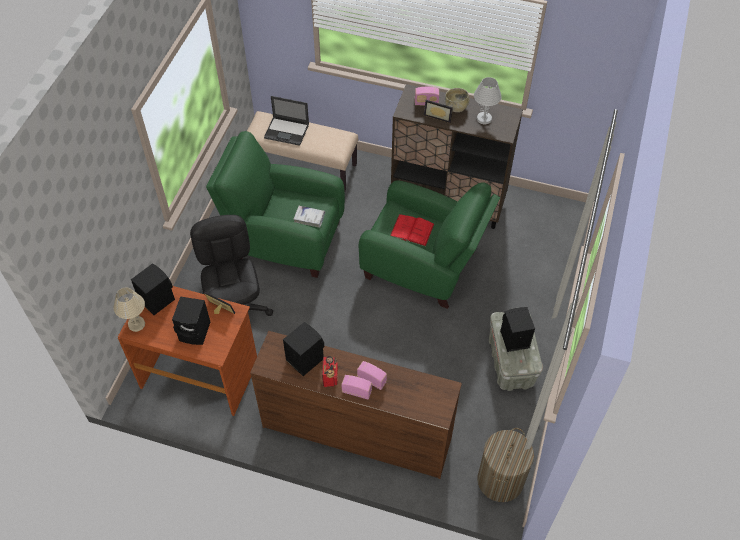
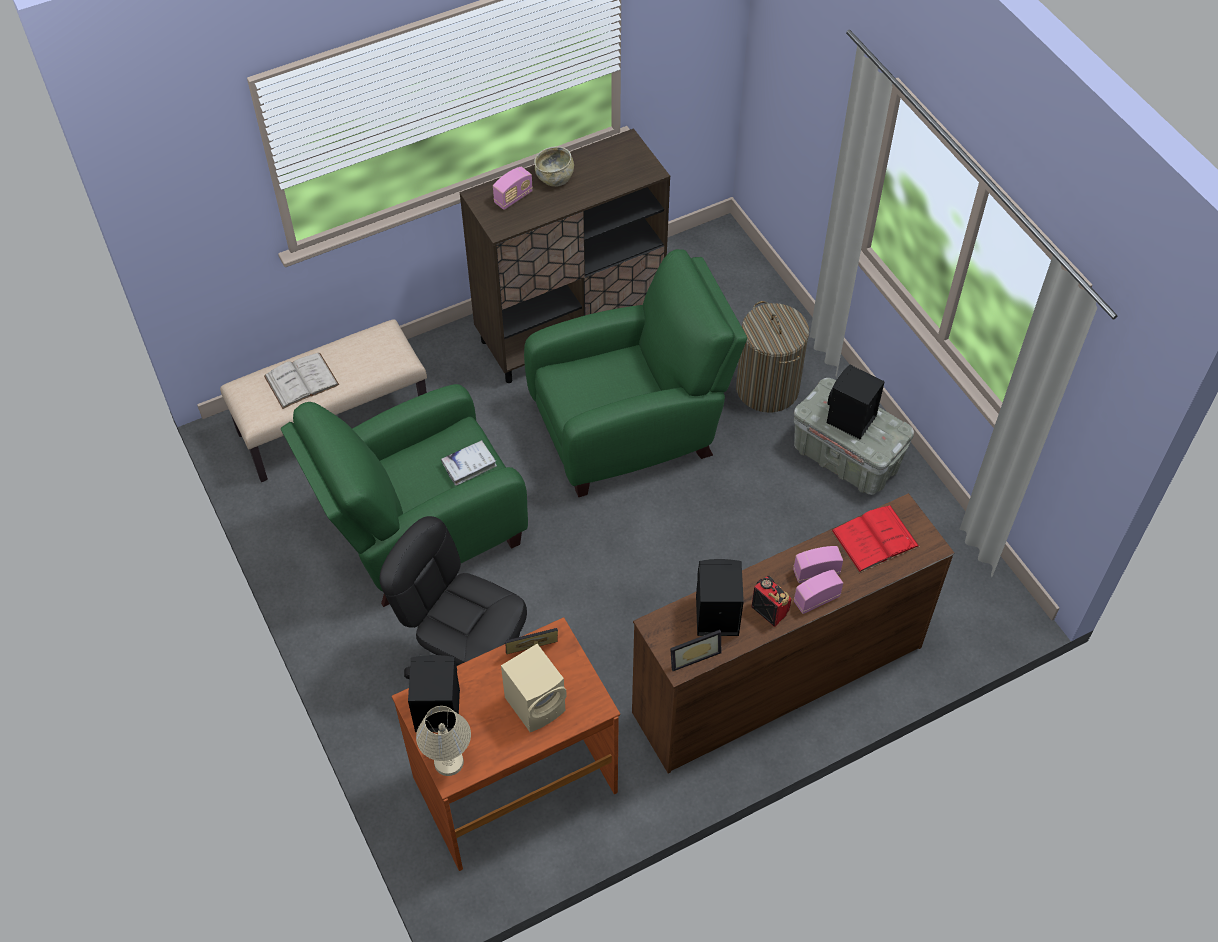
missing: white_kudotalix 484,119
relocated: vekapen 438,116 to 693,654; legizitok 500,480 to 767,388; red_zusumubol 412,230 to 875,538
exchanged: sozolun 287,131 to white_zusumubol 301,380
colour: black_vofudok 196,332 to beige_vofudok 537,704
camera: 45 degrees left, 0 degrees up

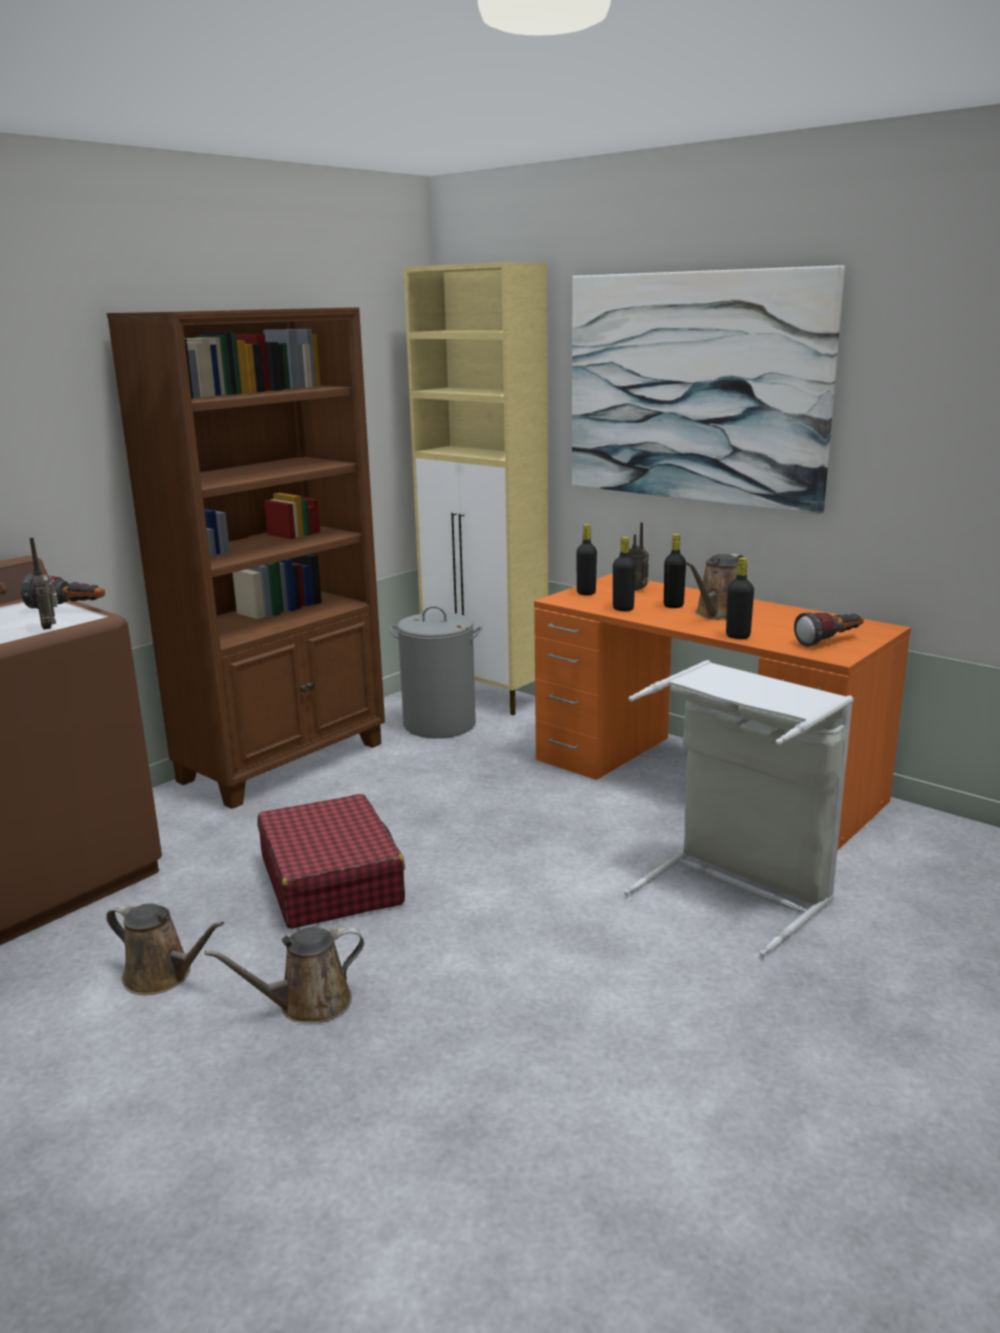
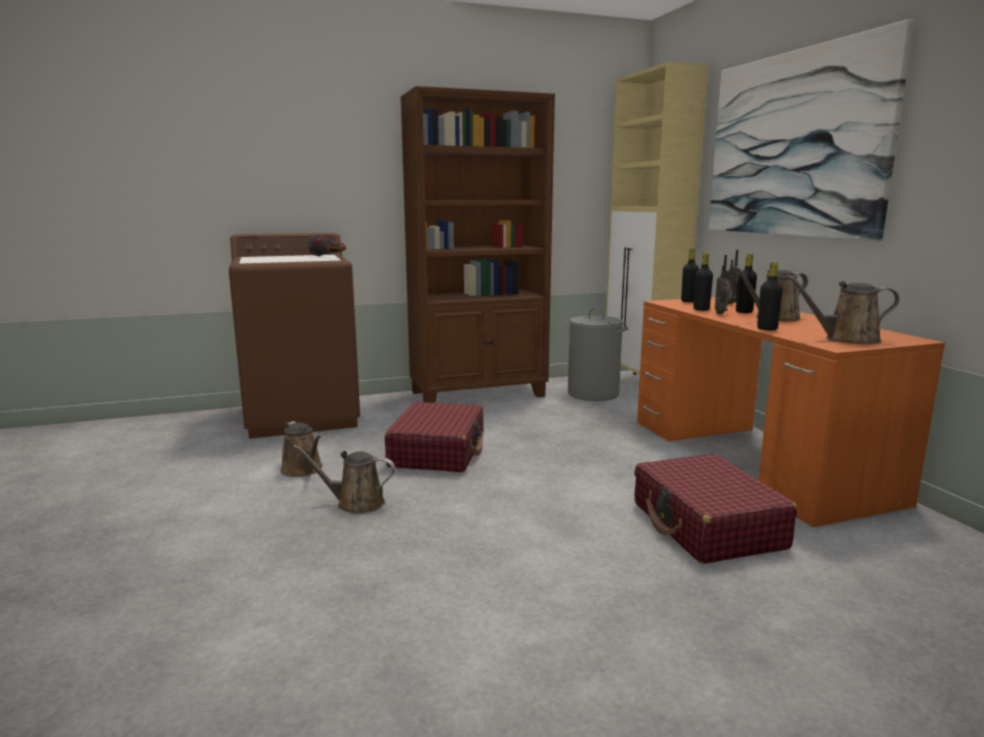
relocated: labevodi 51,627 to 721,313
exchanged: grey_legizitok 738,890 to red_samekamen 707,525; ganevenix 830,641 to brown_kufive 846,339
camera: 30 degrees right, 5 degrees down

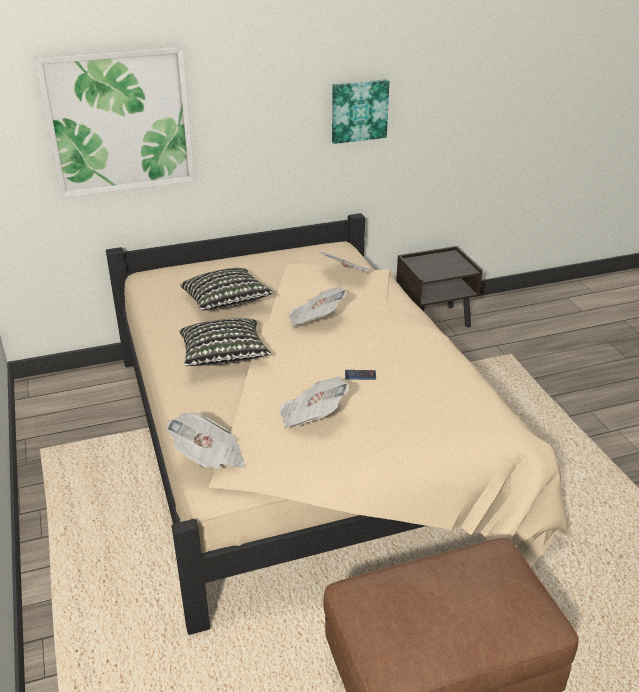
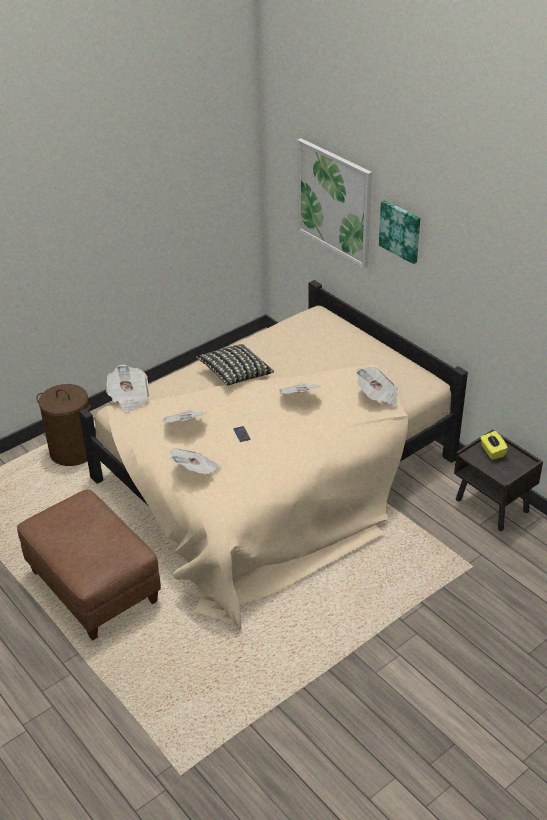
missing: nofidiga 226,303
appeared: brown_legizitok 72,451; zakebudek 196,471; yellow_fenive 492,452
relocated: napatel 359,110 to 401,231
camera: 70 degrees right, 5 degrees up

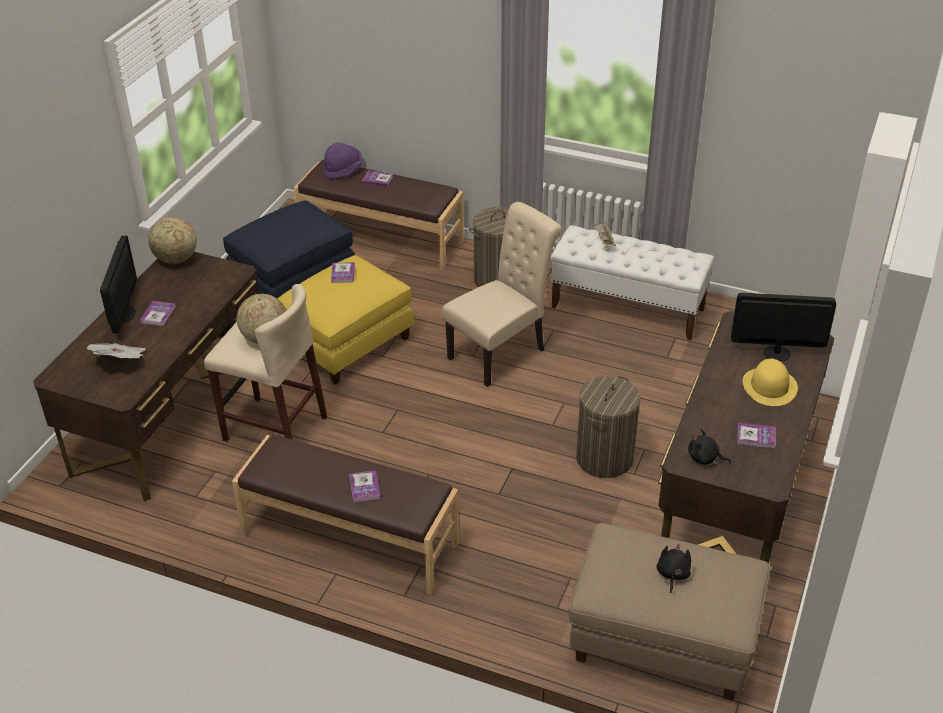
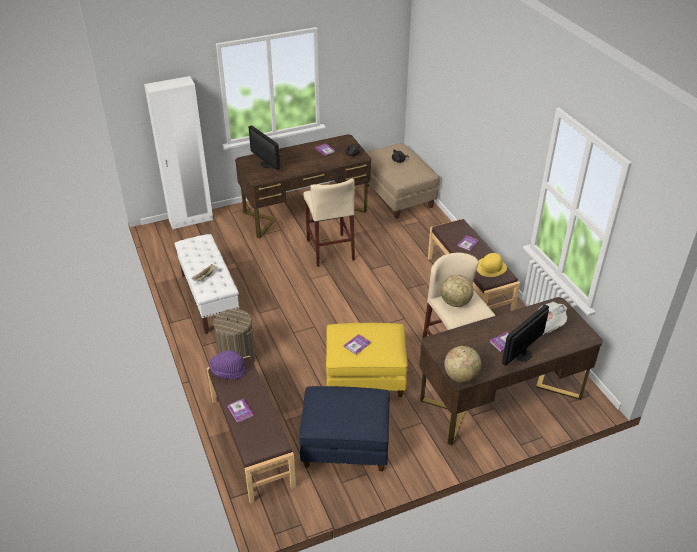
missing: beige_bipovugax 501,352
relocated: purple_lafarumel 343,171 to 228,371; yellow_lafarumel 769,386 to 491,267
exchanged: legizitok 604,458 to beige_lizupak 330,250
camera: 135 degrees left, 0 degrees up

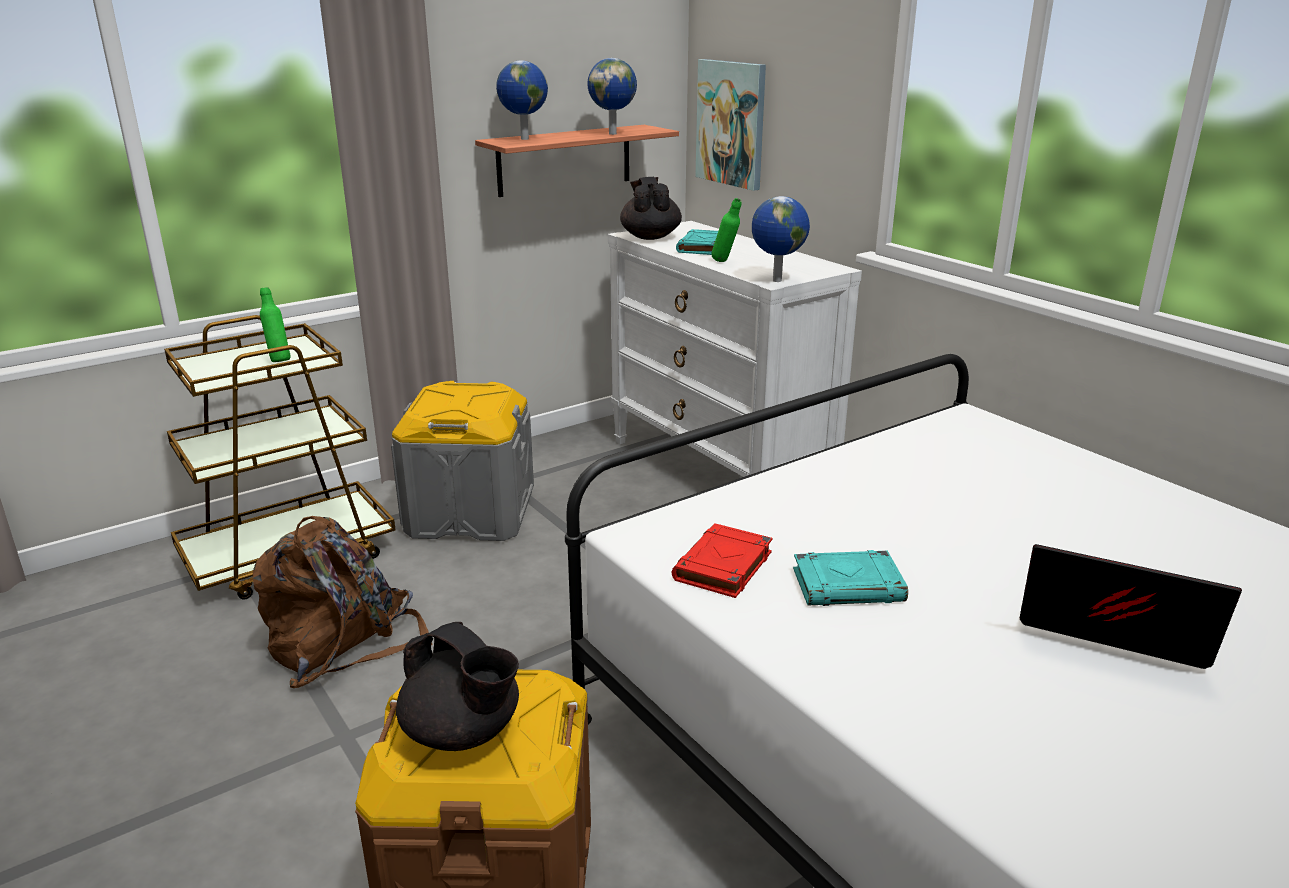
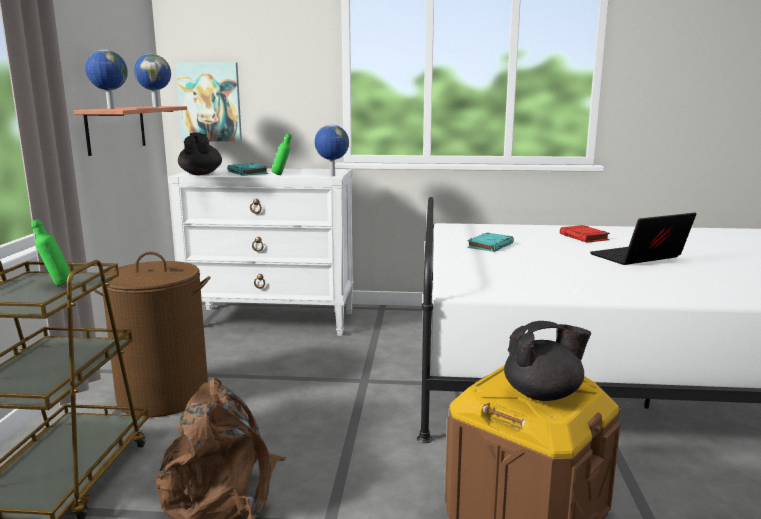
relocated: turquoise_zusumubol 849,585 to 490,245; red_zusumubol 723,567 to 584,237
exchanged: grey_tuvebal 470,513 to brown_legizitok 162,396
spun: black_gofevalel 650,237 = 201,174 45 degrees clockwise
camera: 50 degrees left, 10 degrees down

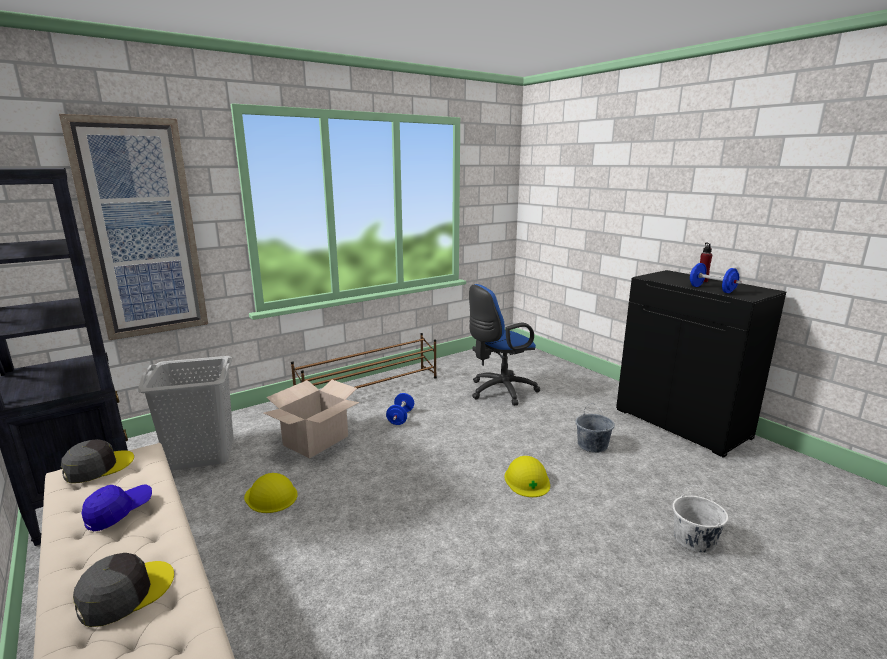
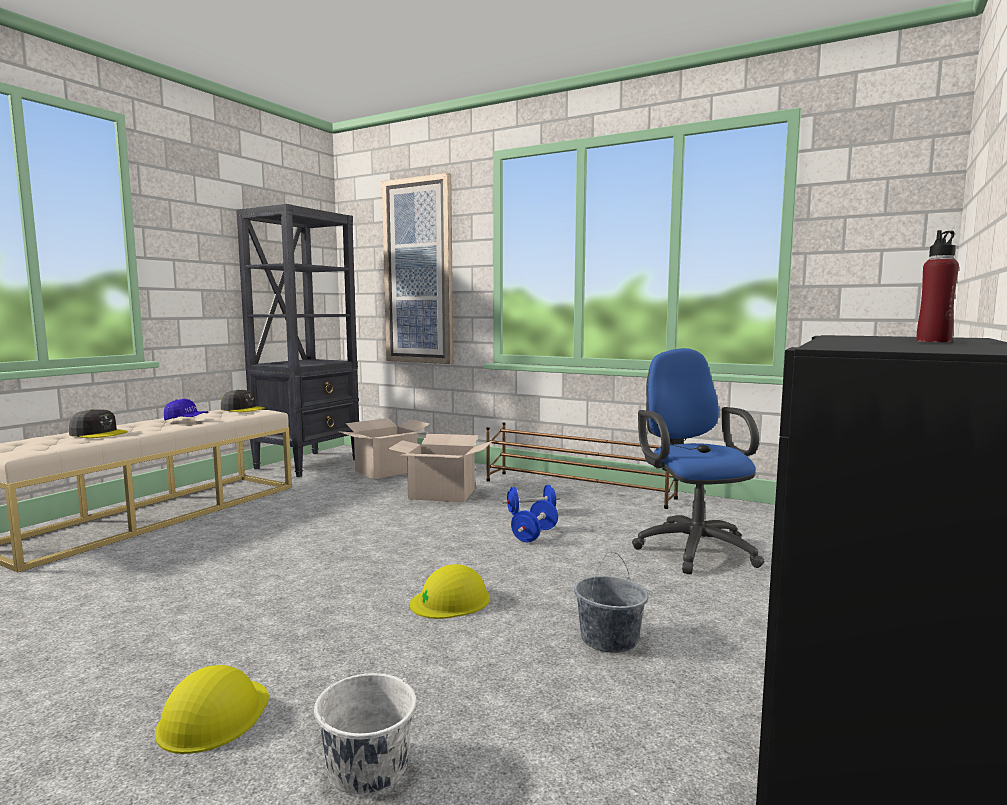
relocated: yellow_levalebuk 271,496 to 213,715; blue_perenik 711,289 to 534,535
exchanged: grey_legizitok 201,453 to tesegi 386,470
spun: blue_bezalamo 499,391 = 692,548 45 degrees clockwise
camera: 65 degrees right, 10 degrees down

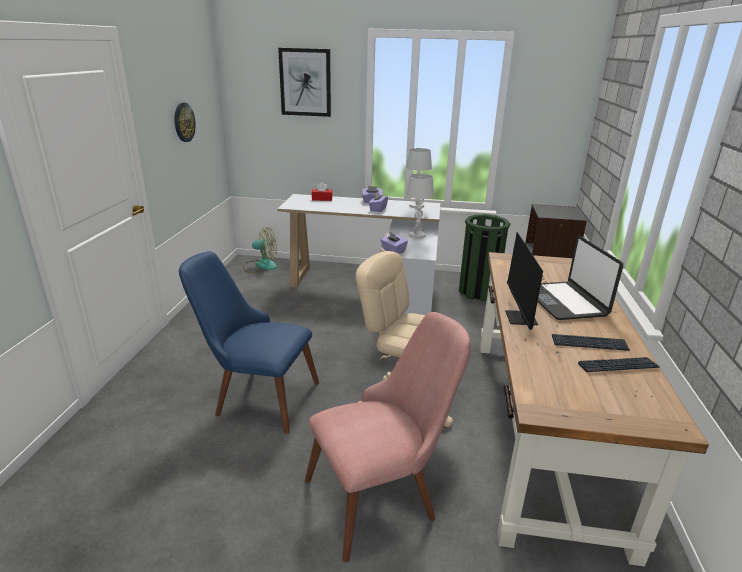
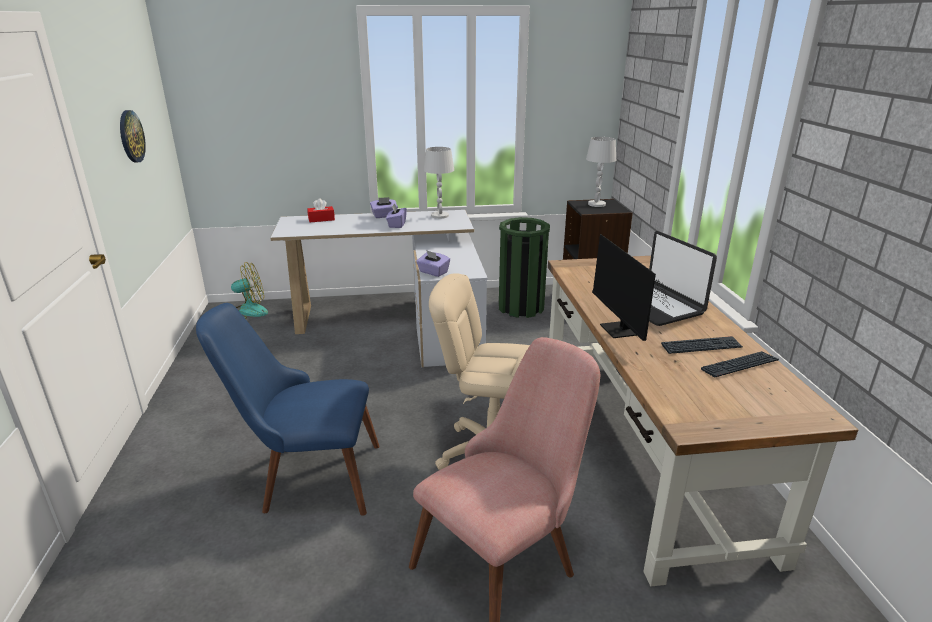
missing: napatel 305,82
relocated: white_kudotalix 417,235 to 596,204
camera: 15 degrees left, 0 degrees up

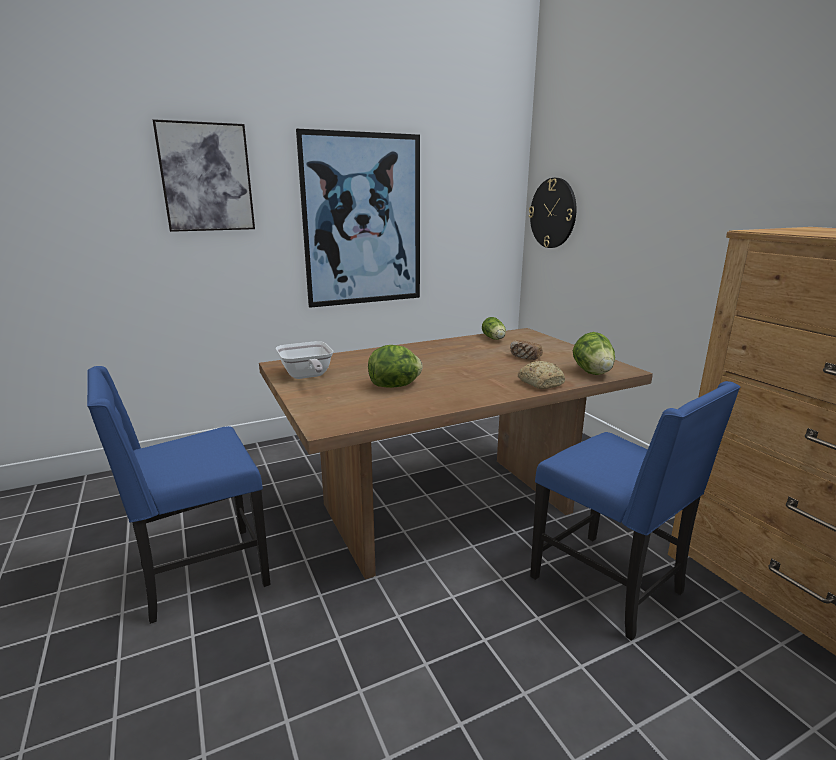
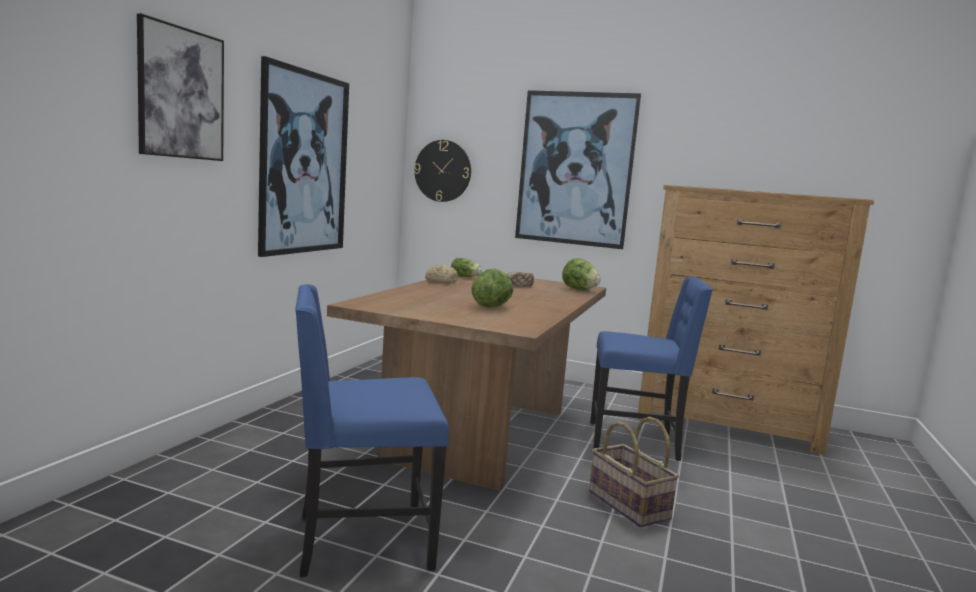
missing: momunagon 307,376
appeared: napatel 575,169; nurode 627,505
relocated: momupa 540,383 to 440,281
spun: blue_bipovugax 200,575 = 360,541 60 degrees clockwise
camera: 45 degrees left, 10 degrees down

